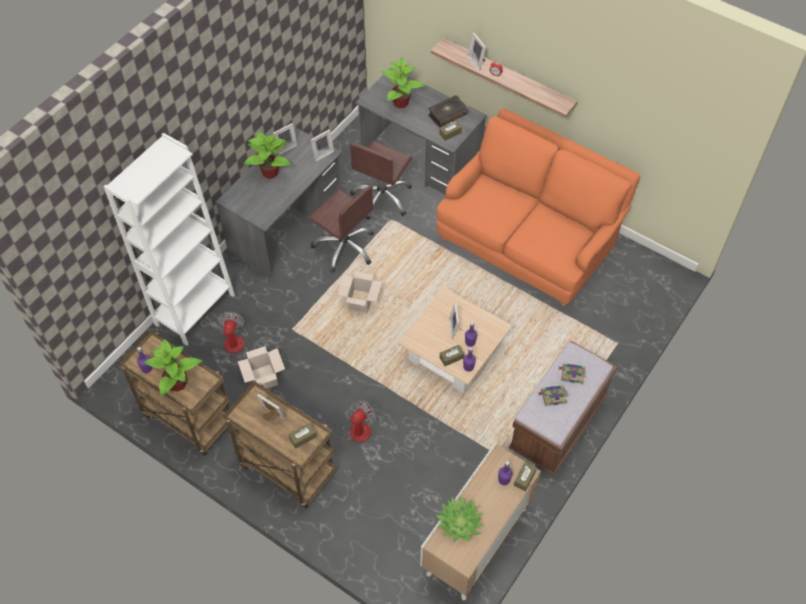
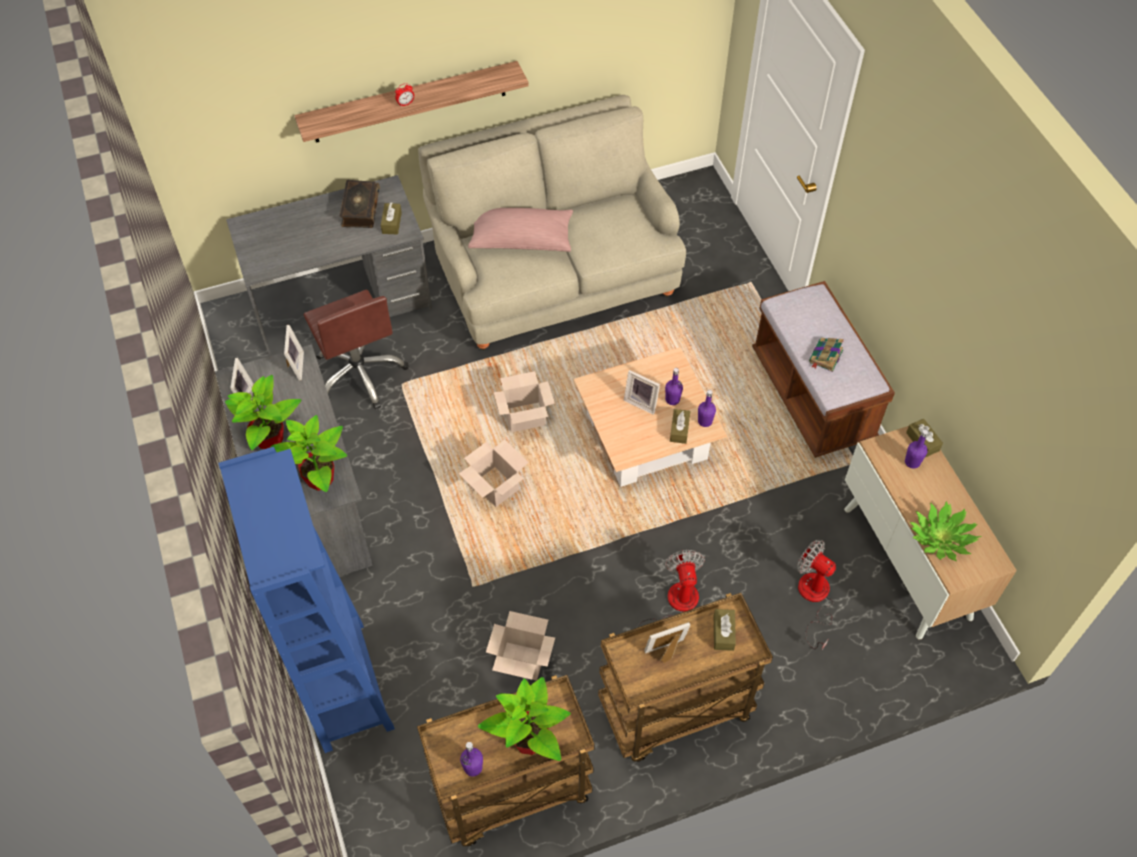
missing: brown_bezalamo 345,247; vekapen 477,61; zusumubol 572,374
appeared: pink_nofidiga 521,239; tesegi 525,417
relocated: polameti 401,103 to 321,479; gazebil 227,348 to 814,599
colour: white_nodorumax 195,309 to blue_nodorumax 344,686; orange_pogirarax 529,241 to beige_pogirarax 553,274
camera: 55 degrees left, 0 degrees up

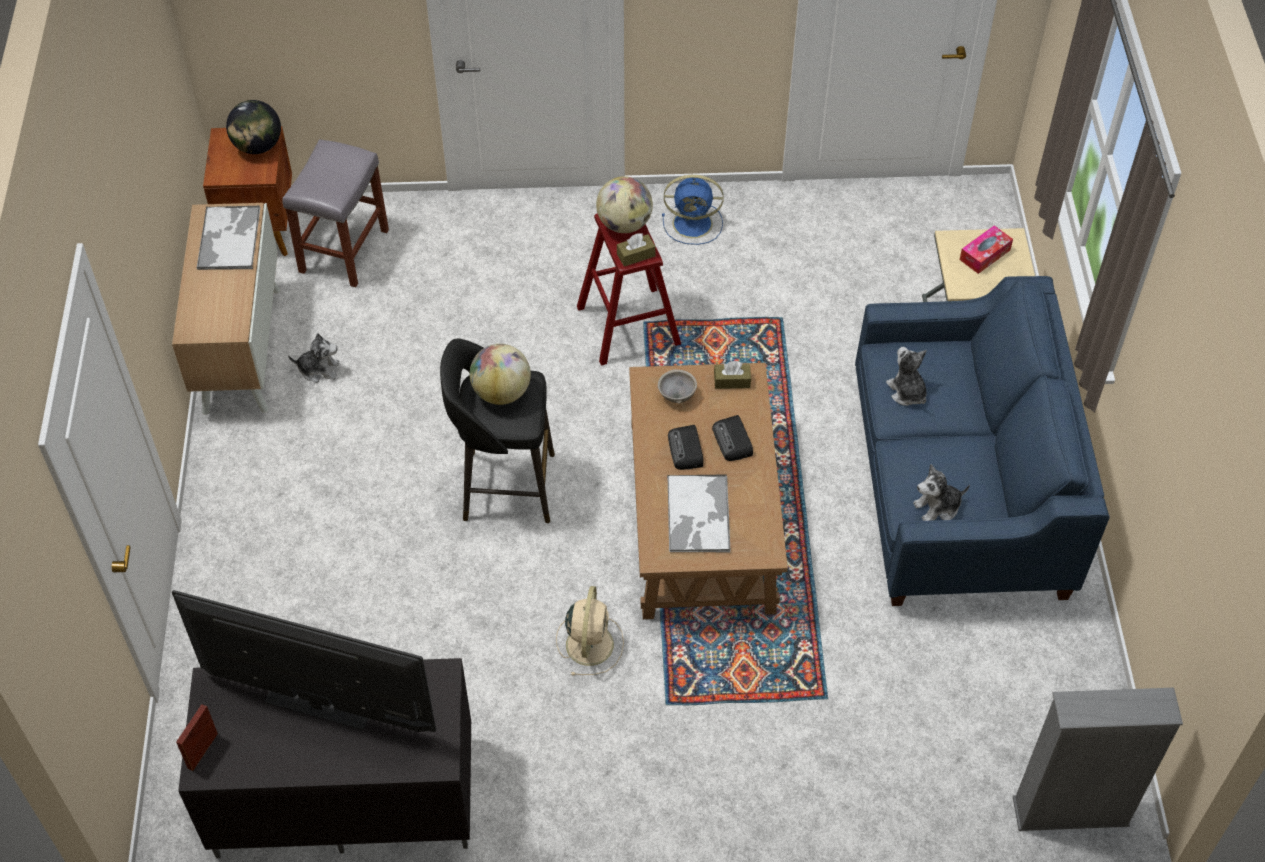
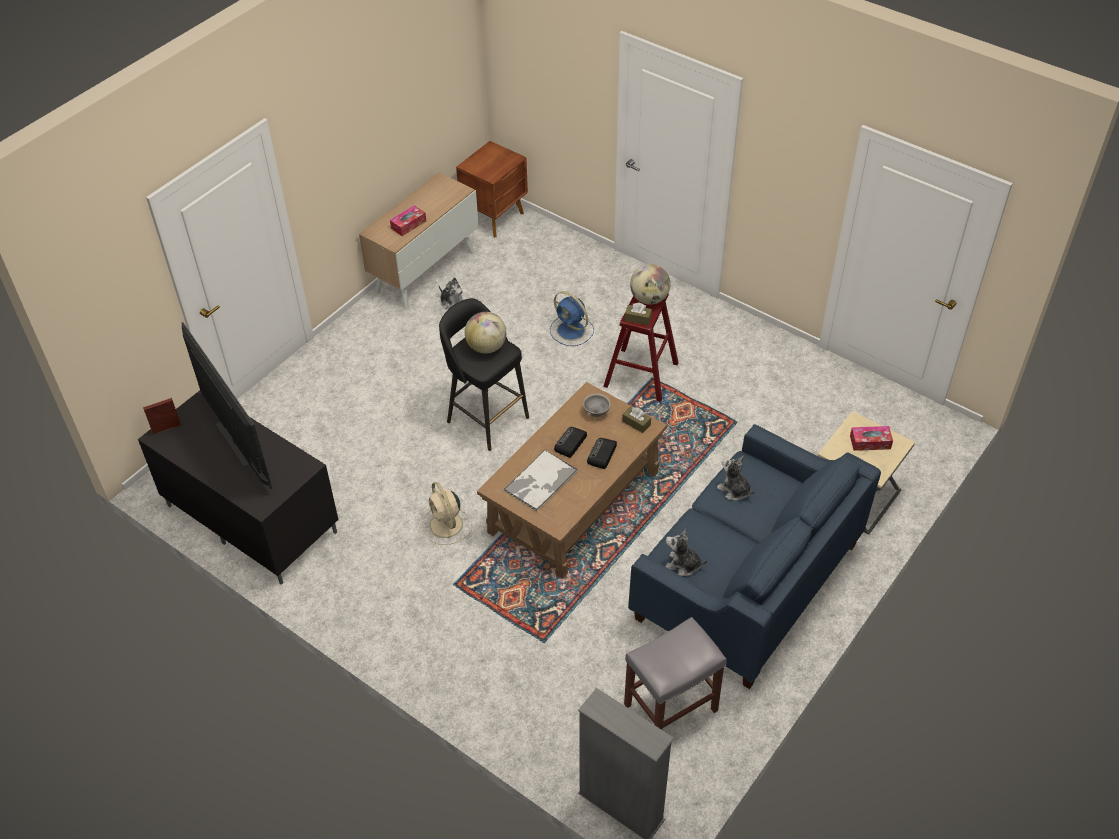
missing: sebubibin 229,238; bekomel 258,146
appeared: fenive 408,225
relocated: blue_gazebil 694,223 to 572,331; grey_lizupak 344,252 to 670,708
spun: beige_gazebil 590,643 = 447,526 105 degrees clockwise; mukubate 907,392 = 734,490 60 degrees counterclockwise
camera: 40 degrees right, 5 degrees down

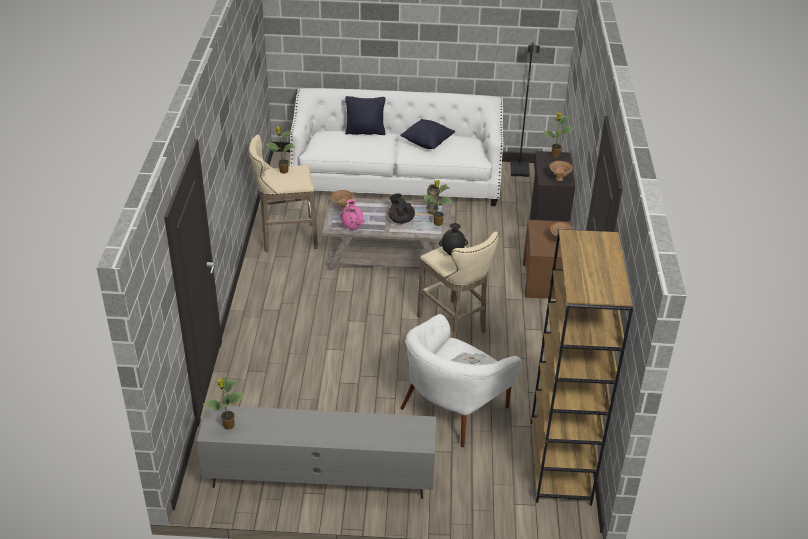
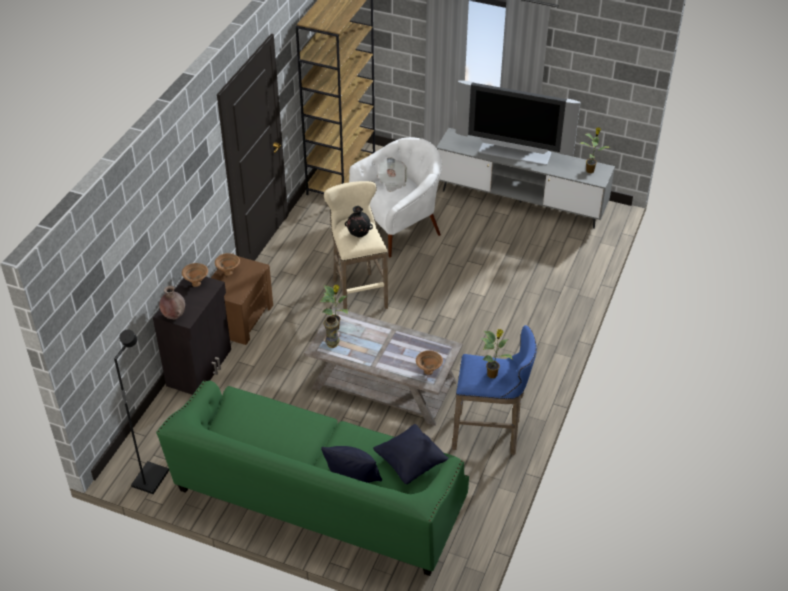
missing: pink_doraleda 352,227; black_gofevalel 401,220
appeared: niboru 514,153
relocated: black_nofidiga 427,143 to 410,463
exchanged: polameti 555,156 to brown_doraleda 174,316
colour: white_pogirarax 396,180 to green_pogirarax 318,499; beige_lizupak 286,239 to blue_lizupak 489,434
camera: 160 degrees left, 5 degrees up

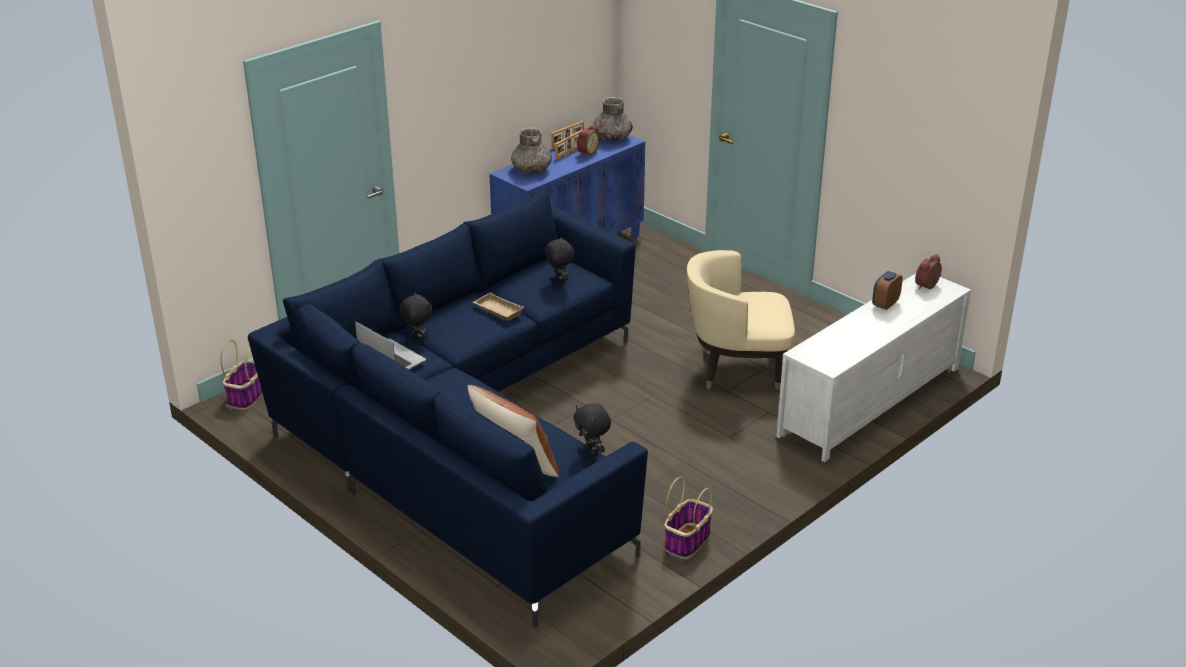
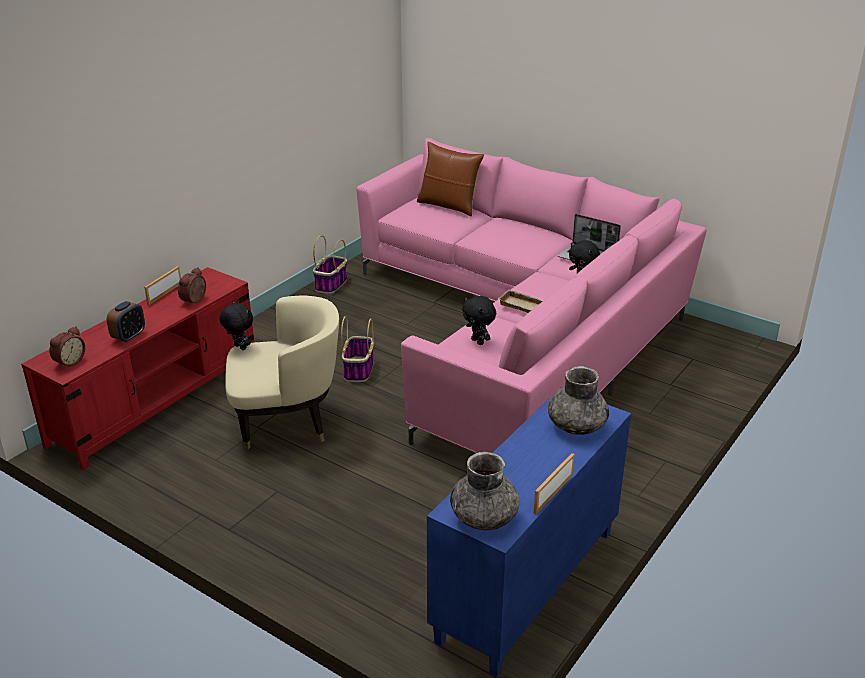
relocated: vekapen 570,152 to 164,293; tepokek 587,152 to 195,301; black_mukubate 592,452 to 239,347; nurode 247,396 to 358,370
colour: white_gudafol 869,401 to red_gudafol 157,400; blue_pogirarax 470,437 to pink_pogirarax 522,334
camera: 170 degrees right, 0 degrees up

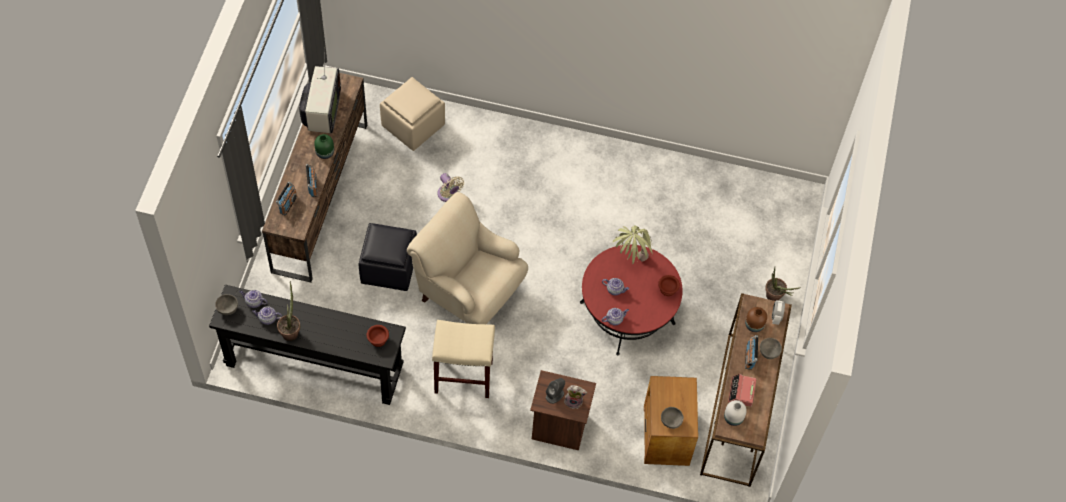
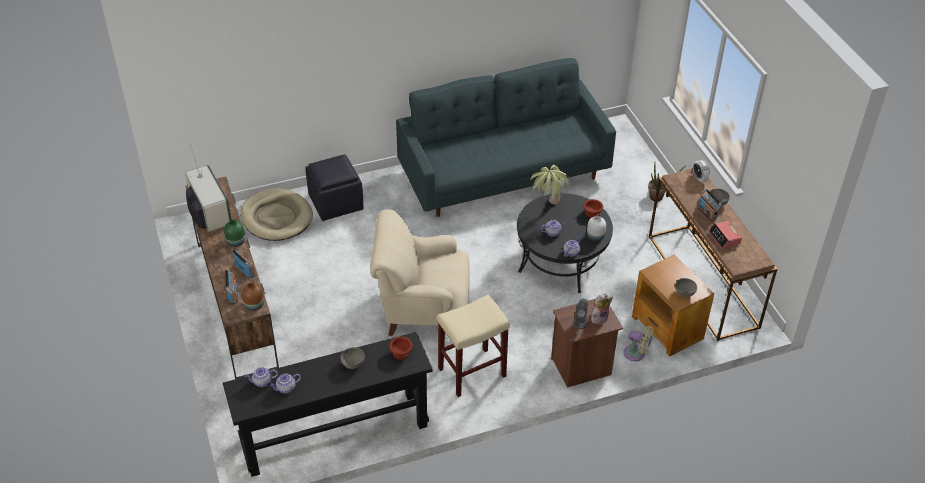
missing: polameti 291,330
appeared: grey_pogirarax 504,174
relocated: brown_doraleda 754,325 to 254,304; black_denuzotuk 389,267 to 336,202; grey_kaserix 227,308 to 352,364; white_doraleda 733,418 to 596,237; beige_gazebil 448,195 to 636,354
exchanged: beige_denuzotuk 413,125 to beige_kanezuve 276,217
colour: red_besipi 627,312 to black_besipi 561,260
camera: 30 degrees left, 15 degrees down

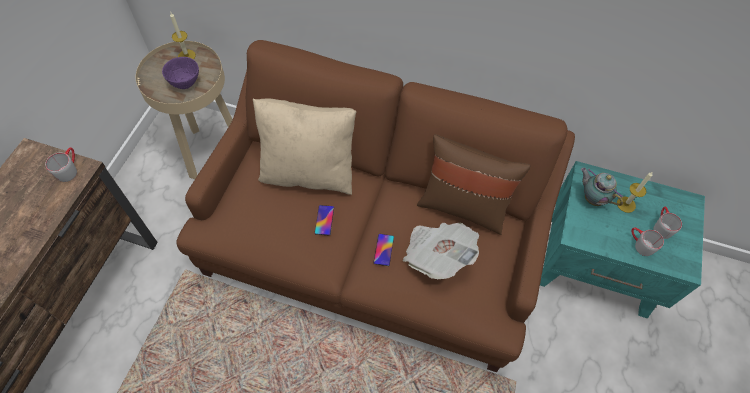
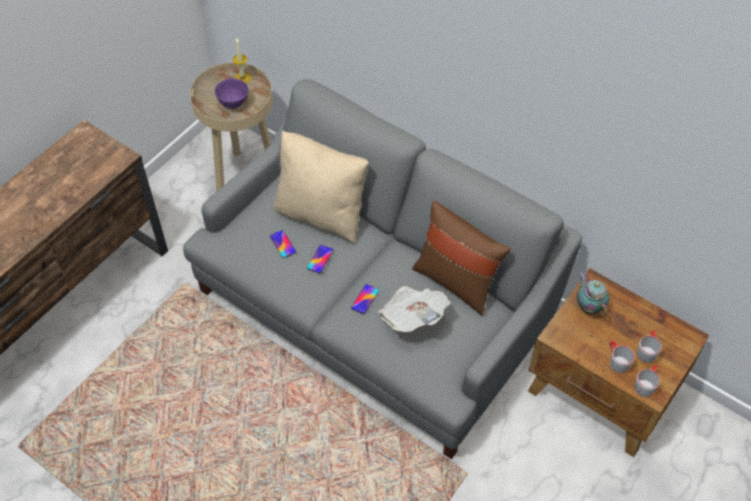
missing: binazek 626,204
appeared: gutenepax 282,244
relocated: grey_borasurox 69,169 to 646,384
colour: brown_pogirarax 373,241 to grey_pogirarax 376,305; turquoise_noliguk 597,264 to brown_noliguk 603,391
camera: 20 degrees right, 5 degrees down

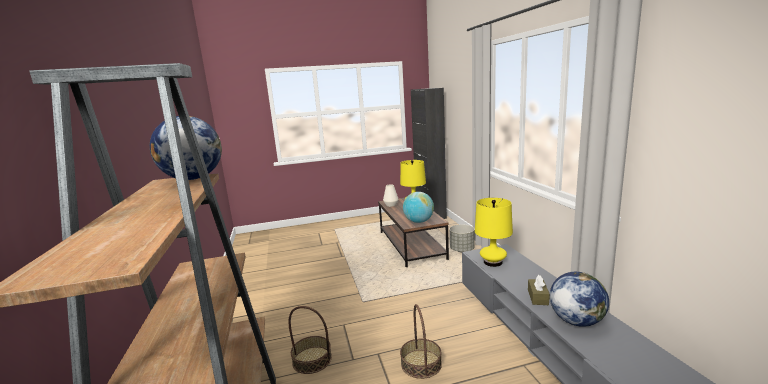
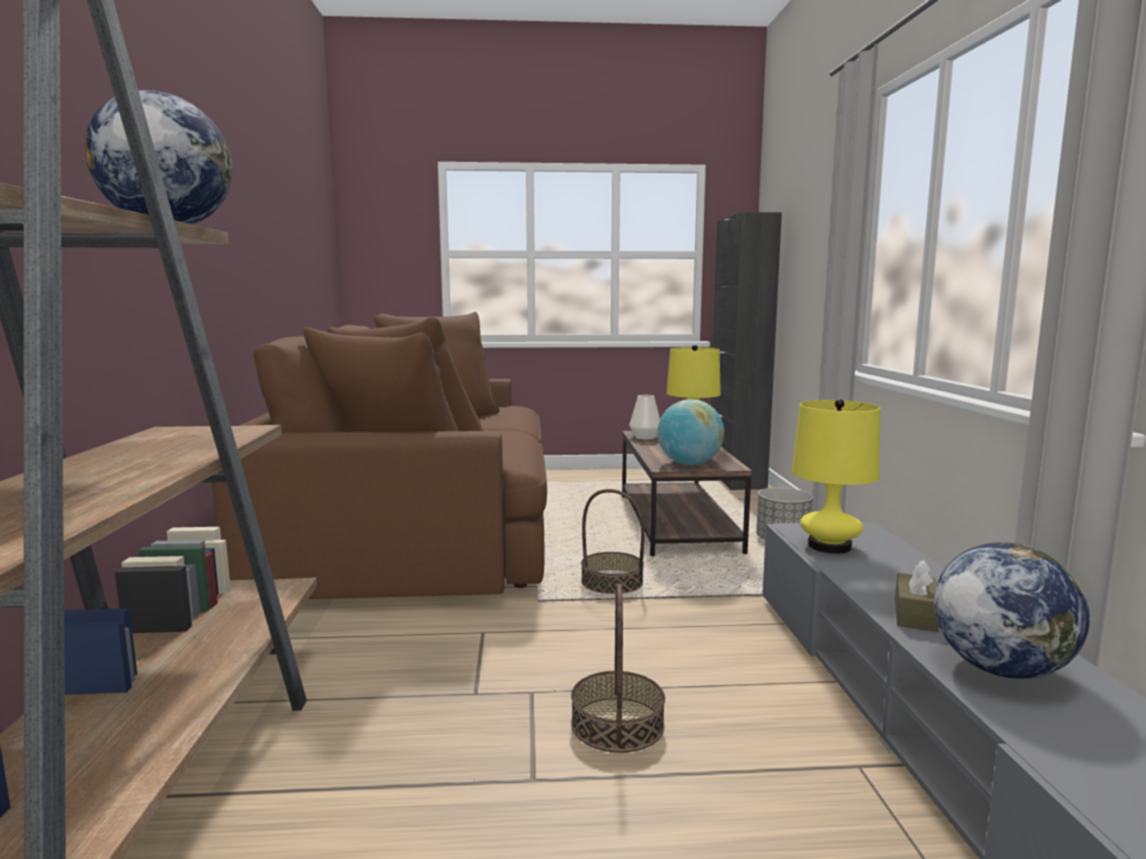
appeared: brown_pogirarax 419,530
relocated: nurode 312,359 to 612,583
camera: 10 degrees right, 5 degrees down

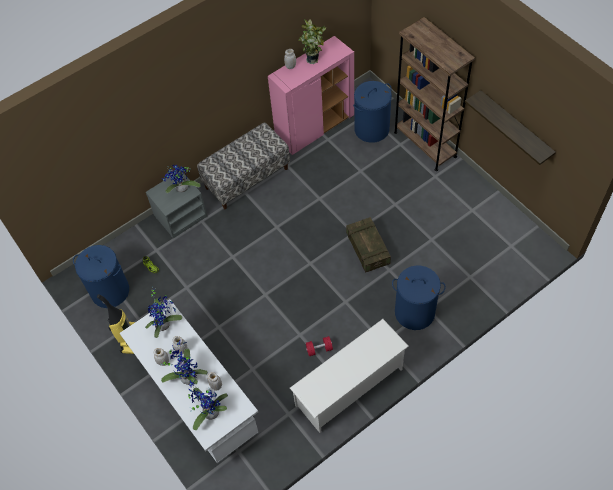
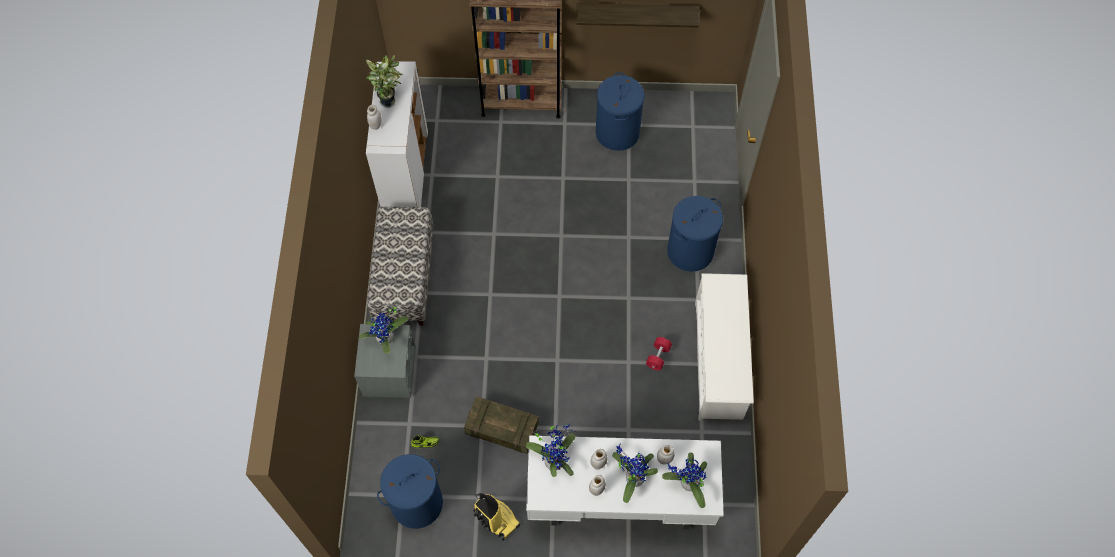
relocated: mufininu 367,249 to 502,429; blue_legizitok 371,129 to 617,132
colour: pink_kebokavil 315,127 to white_kebokavil 405,174
camera: 55 degrees left, 5 degrees up

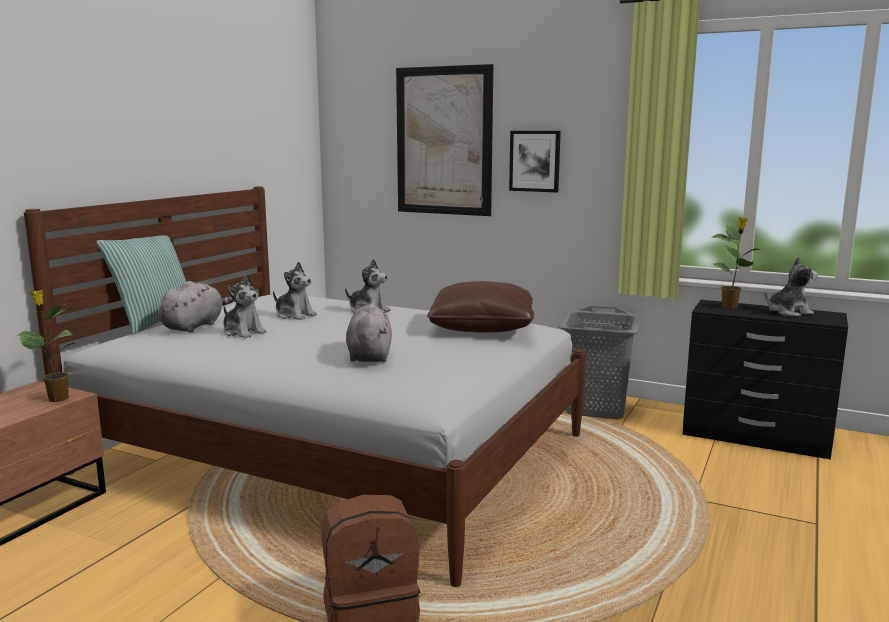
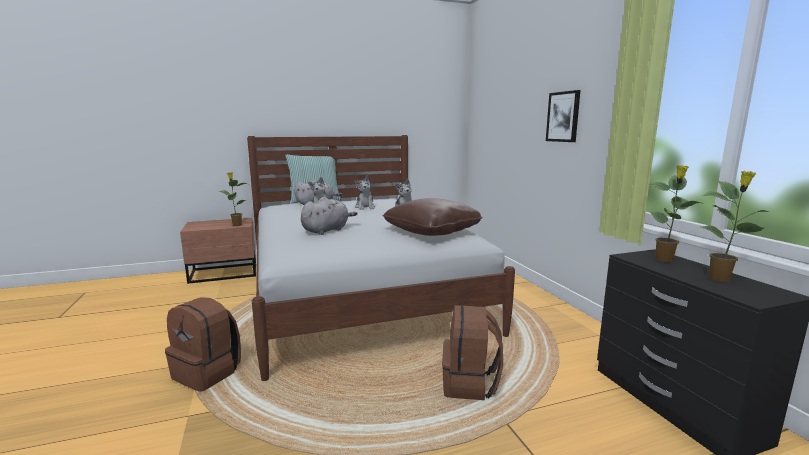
missing: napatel 443,141; grey_legizitok 596,408
appeared: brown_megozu 470,384
exchanged: mukubate 788,312 to polameti 721,279
camera: 45 degrees right, 0 degrees up

